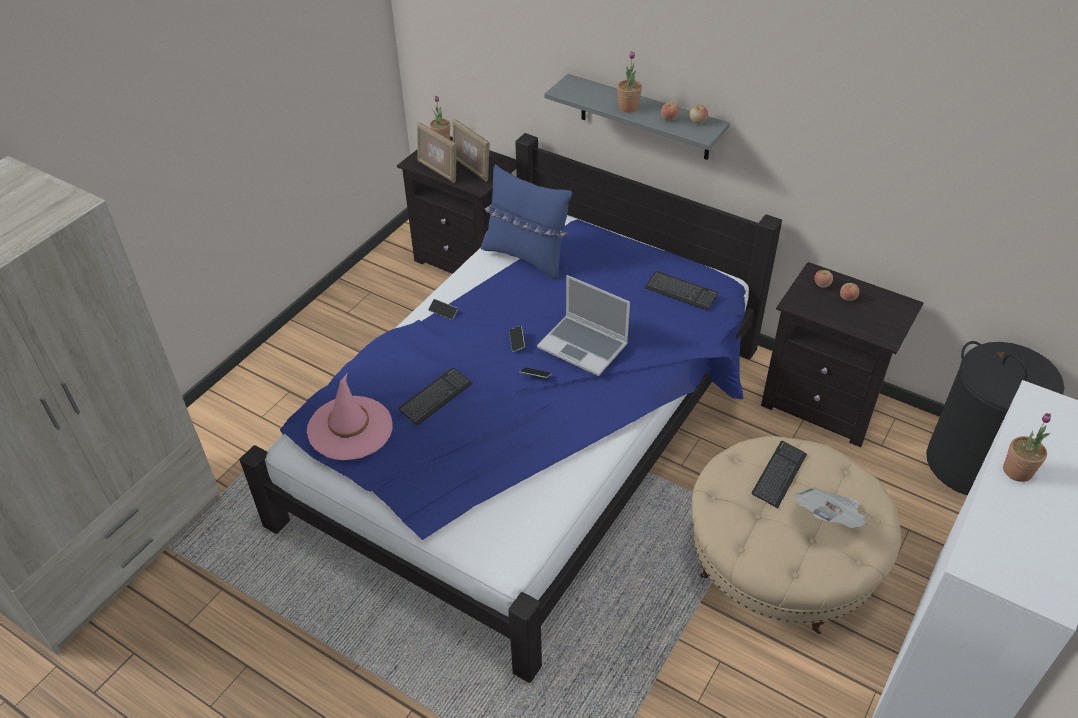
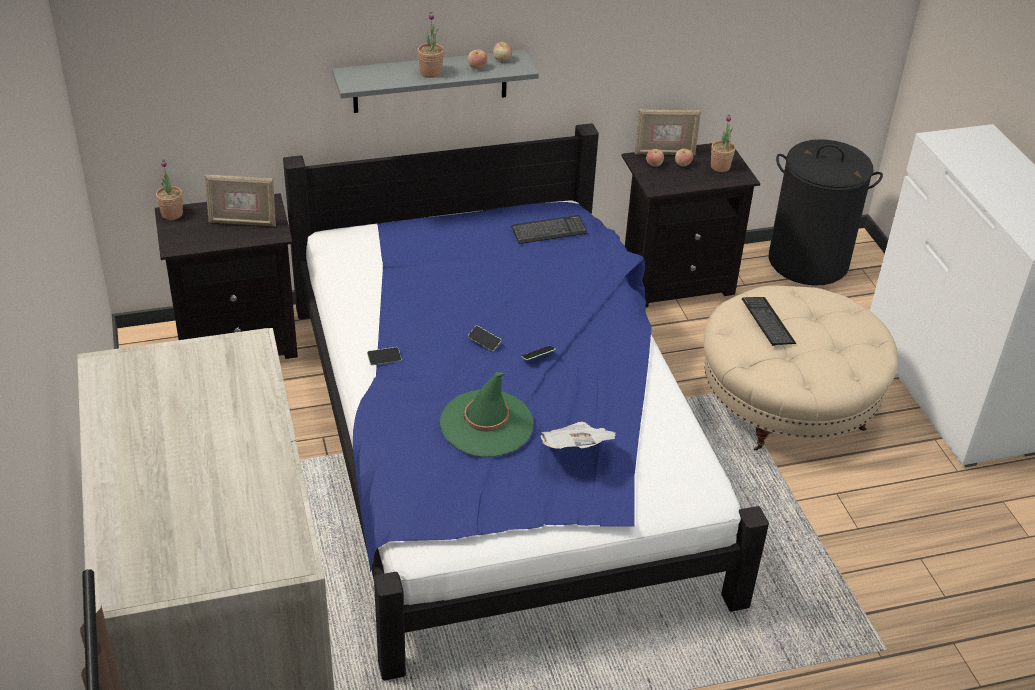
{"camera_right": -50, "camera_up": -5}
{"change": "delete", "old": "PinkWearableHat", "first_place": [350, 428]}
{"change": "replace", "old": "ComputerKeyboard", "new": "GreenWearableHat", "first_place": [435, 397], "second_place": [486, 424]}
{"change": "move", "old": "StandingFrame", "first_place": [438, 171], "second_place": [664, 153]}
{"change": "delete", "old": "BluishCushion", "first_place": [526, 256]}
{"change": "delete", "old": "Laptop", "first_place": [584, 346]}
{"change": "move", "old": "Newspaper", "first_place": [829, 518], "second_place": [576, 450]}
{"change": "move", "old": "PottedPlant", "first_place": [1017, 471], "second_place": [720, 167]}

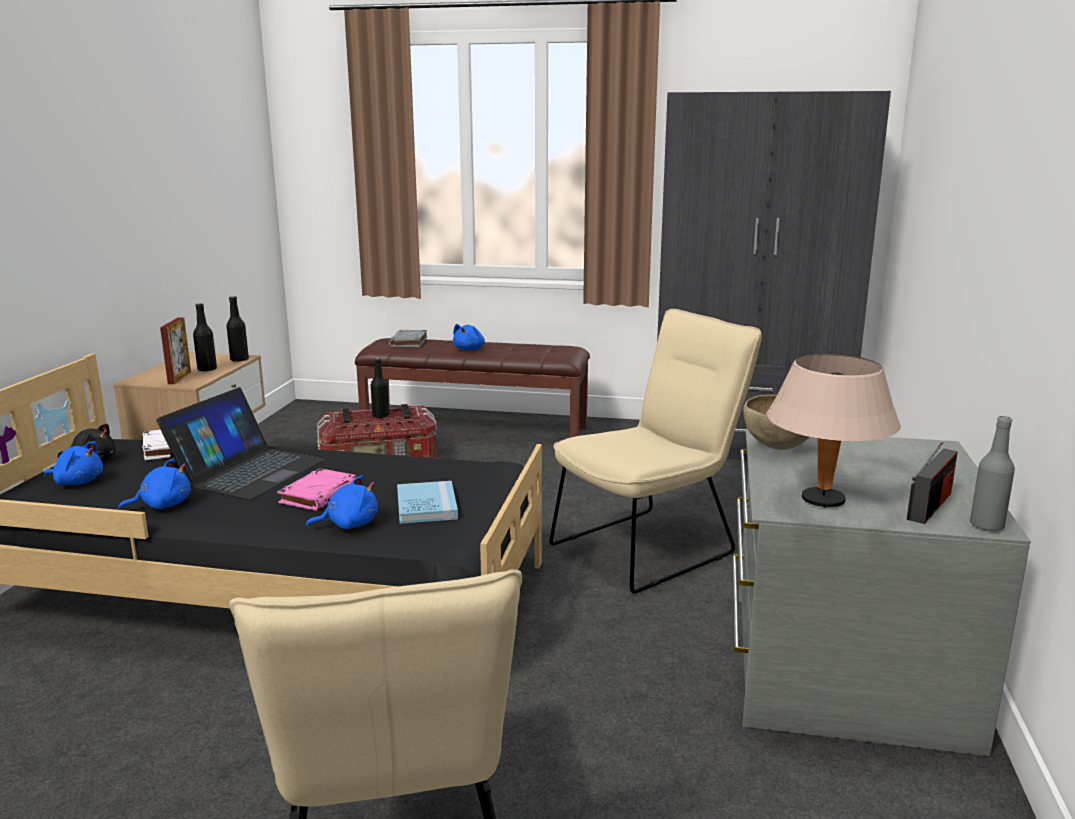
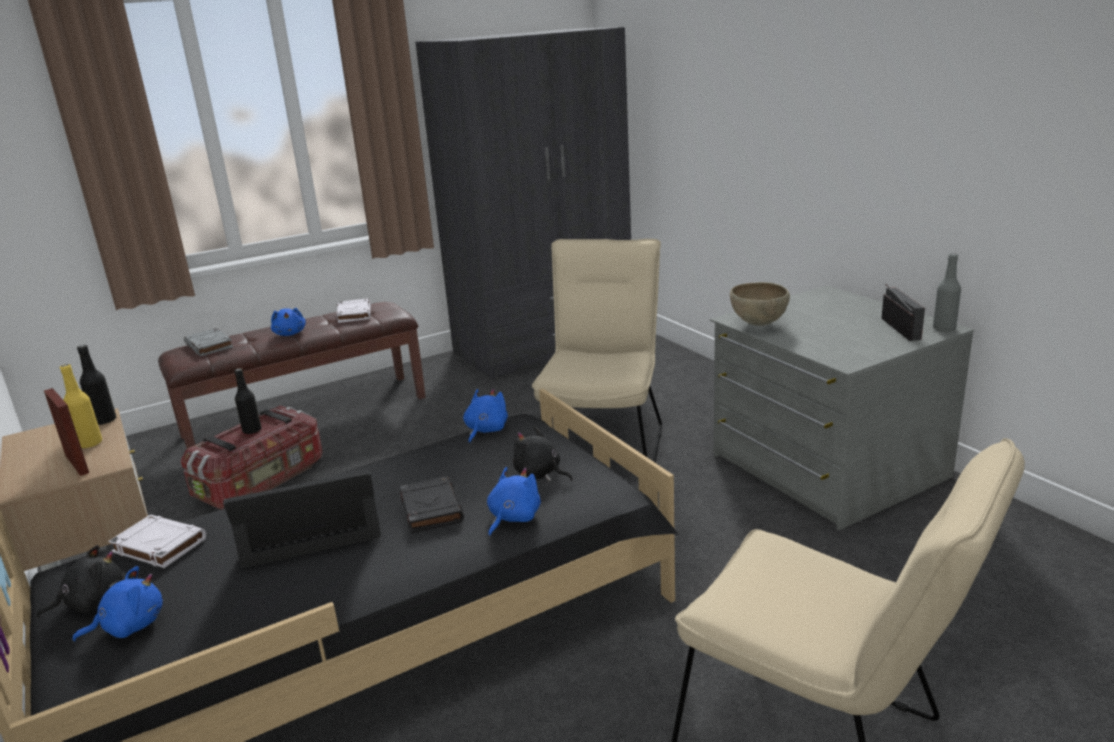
{"camera_right": -40, "camera_up": 5}
{"change": "move", "old": "BluishCuddlyToy", "first_place": [162, 505], "second_place": [485, 430]}
{"change": "rotate", "old": "Laptop", "first_place": [247, 471], "second_place": [310, 523], "degrees": -90}
{"change": "recolor", "old": "BlackishDrinkBottle", "new": "YellowColouredDrinkBottle", "first_place": [207, 369], "second_place": [89, 444]}
{"change": "recolor", "old": "PinkVolume", "new": "BlackishVolume", "first_place": [319, 494], "second_place": [431, 509]}
{"change": "replace", "old": "BluishVolume", "new": "BlackishCuddlyToy", "first_place": [426, 505], "second_place": [540, 474]}
{"change": "delete", "old": "SandColouredTableLamp", "first_place": [823, 500]}
{"change": "insert", "new": "WhiteVolume", "second_place": [354, 314]}

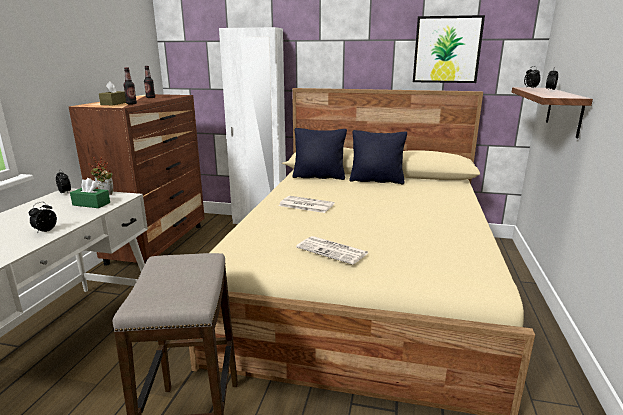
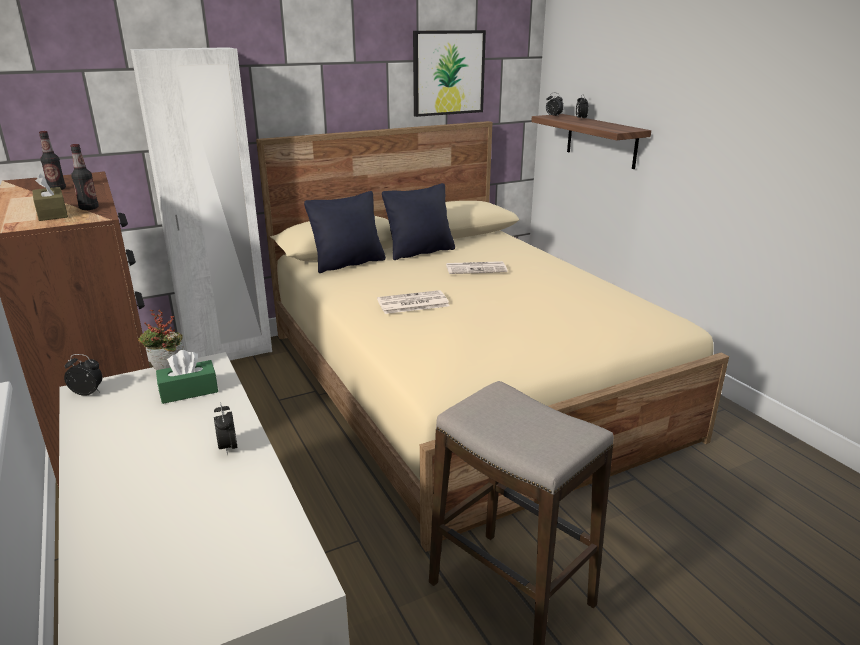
{"camera_right": -40, "camera_up": 5}
{"change": "move", "old": "Newspaper", "first_place": [333, 251], "second_place": [476, 268]}

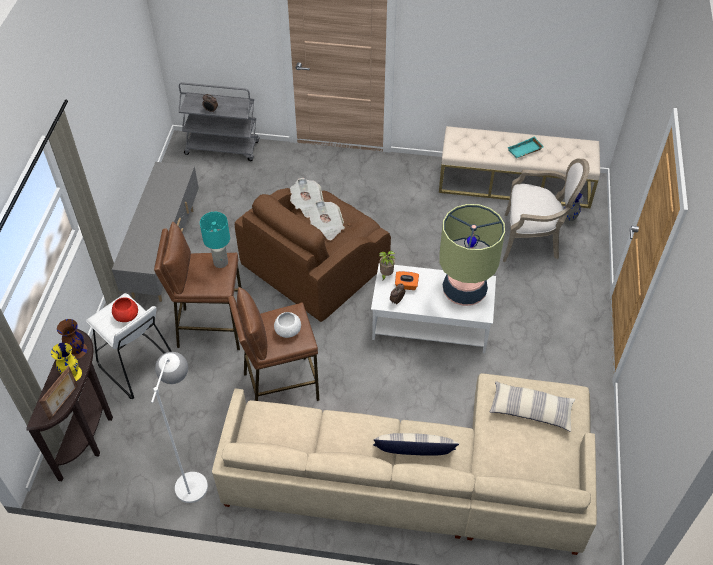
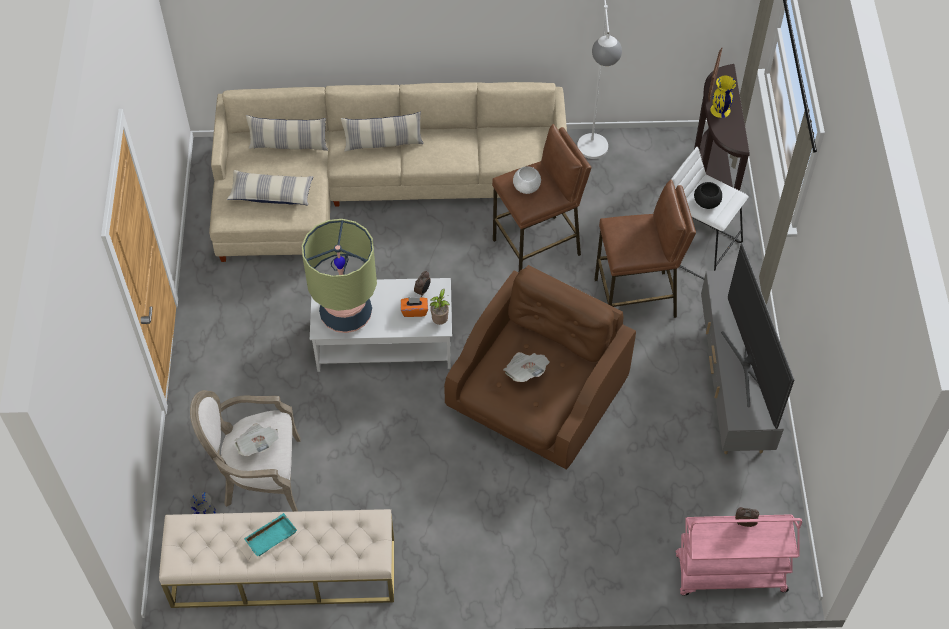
{"camera_right": 170, "camera_up": 5}
{"change": "delete", "old": "BrownishDecorativeVase", "first_place": [76, 350]}
{"change": "recolor", "old": "ReddishBowl", "new": "BlackishBowl", "first_place": [126, 315], "second_place": [707, 202]}
{"change": "recolor", "old": "GrayWheeledCart", "new": "PinkWheeledCart", "first_place": [223, 147], "second_place": [729, 574]}
{"change": "delete", "old": "BlueGreenTableLamp", "first_place": [220, 262]}
{"change": "move", "old": "Newspaper", "first_place": [307, 204], "second_place": [257, 445]}
{"change": "insert", "new": "Cushion", "second_place": [288, 145]}
{"change": "insert", "new": "TvSet", "second_place": [749, 366]}

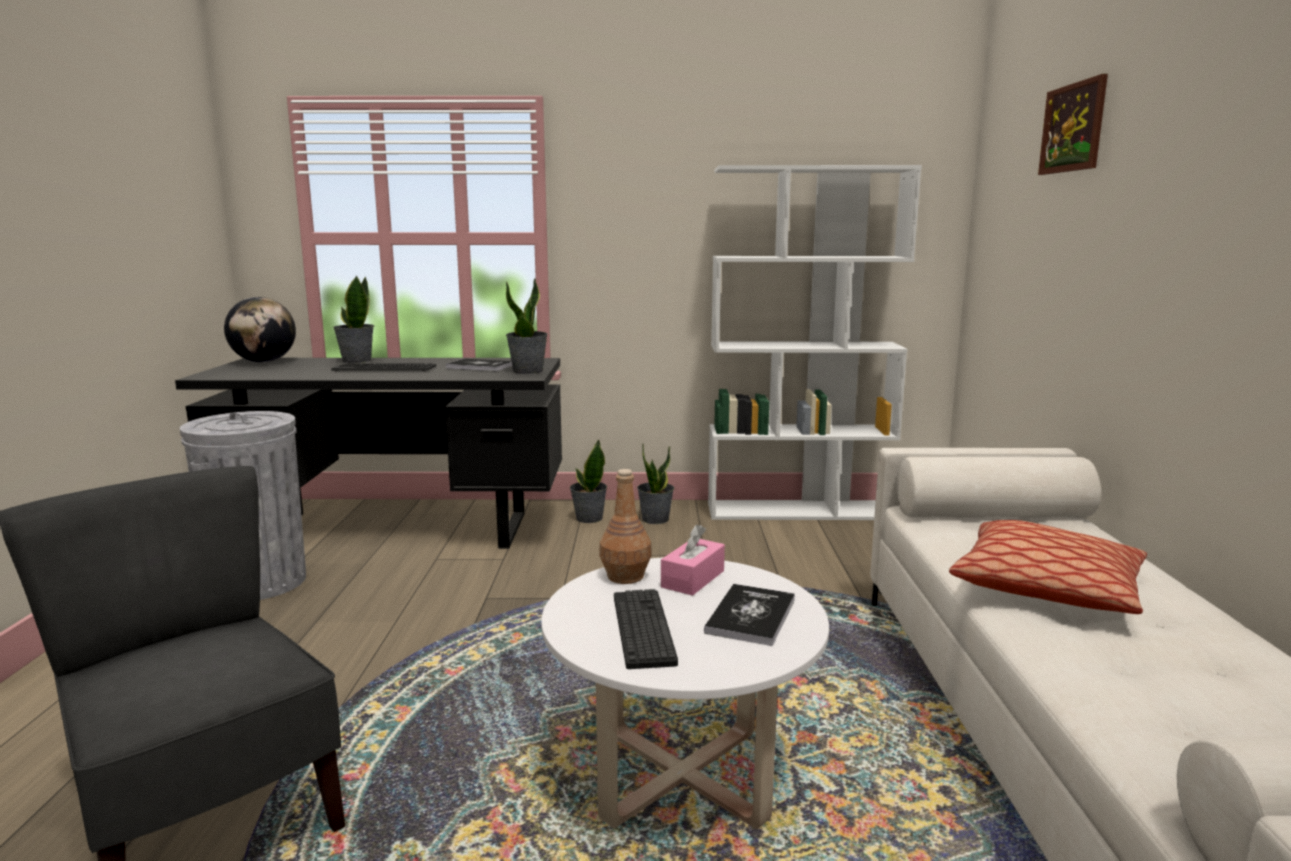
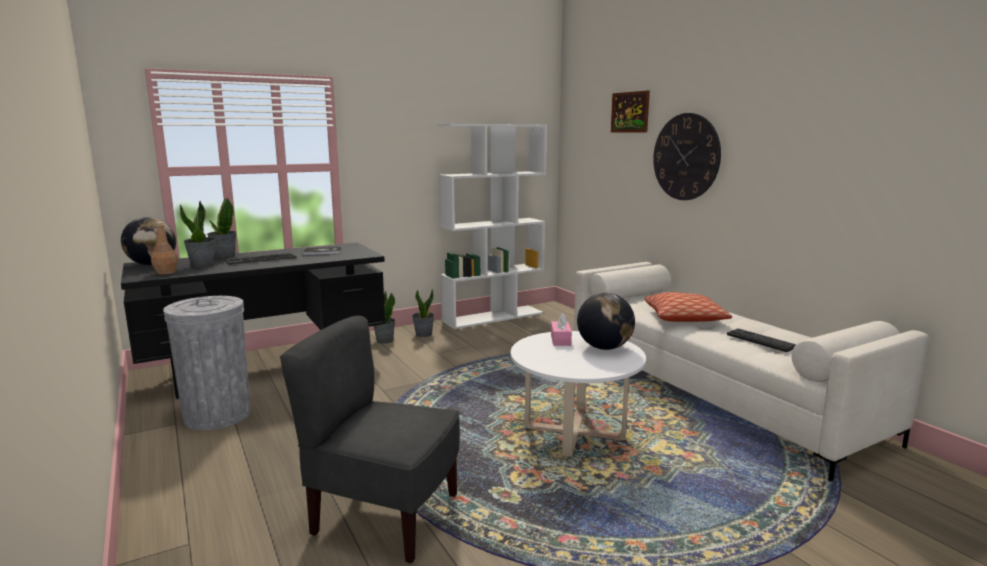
{"camera_right": -30, "camera_up": 0}
{"change": "move", "old": "PottedPlant", "first_place": [528, 371], "second_place": [202, 265]}
{"change": "move", "old": "BrownishDrinkBottle", "first_place": [625, 577], "second_place": [166, 272]}
{"change": "move", "old": "ComputerKeyboard", "first_place": [643, 628], "second_place": [760, 341]}
{"change": "replace", "old": "Volume", "new": "WorldGlobe", "first_place": [751, 616], "second_place": [604, 347]}
{"change": "insert", "new": "ClockOnTheWall", "second_place": [686, 157]}

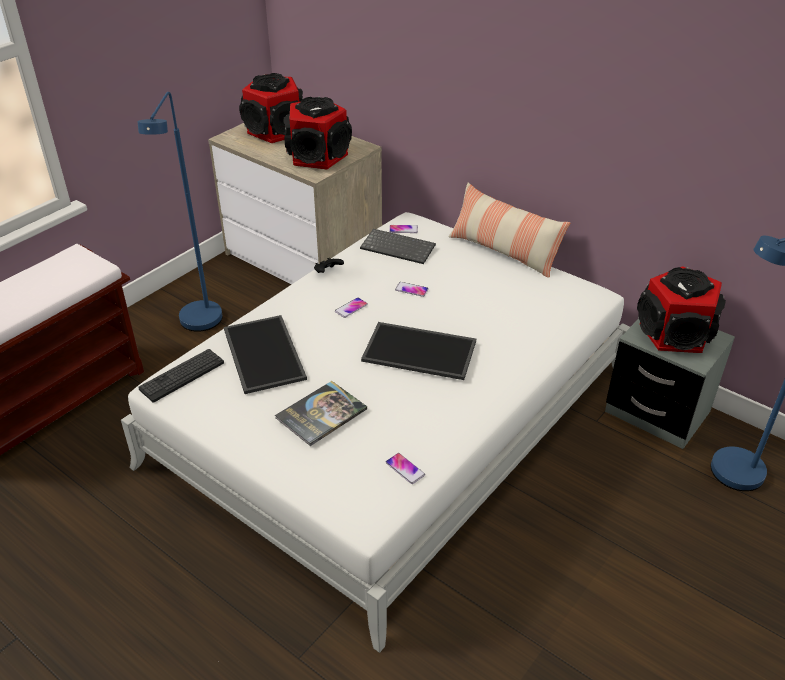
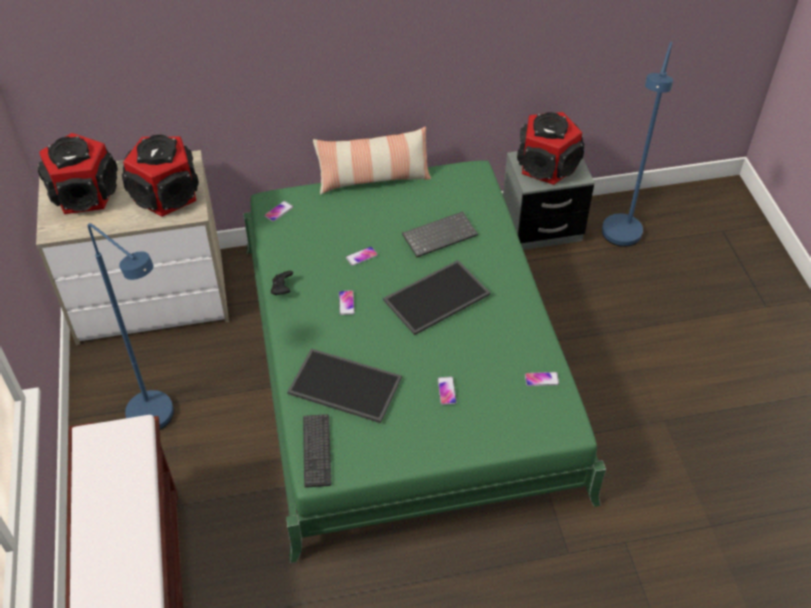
{"camera_right": -50, "camera_up": 10}
{"change": "recolor", "old": "WhiteBedroomBed", "new": "GreenBedroomBed", "first_place": [392, 418], "second_place": [405, 365]}
{"change": "replace", "old": "Volume", "new": "Phone", "first_place": [321, 414], "second_place": [446, 391]}
{"change": "move", "old": "ComputerKeyboard", "first_place": [399, 247], "second_place": [440, 234]}

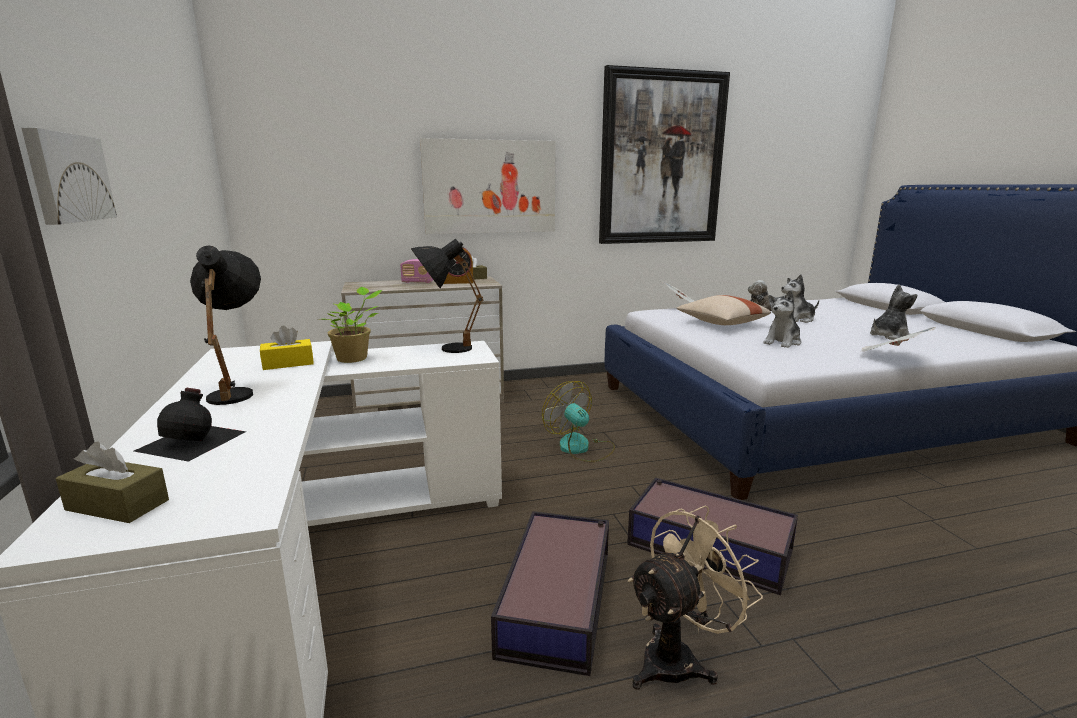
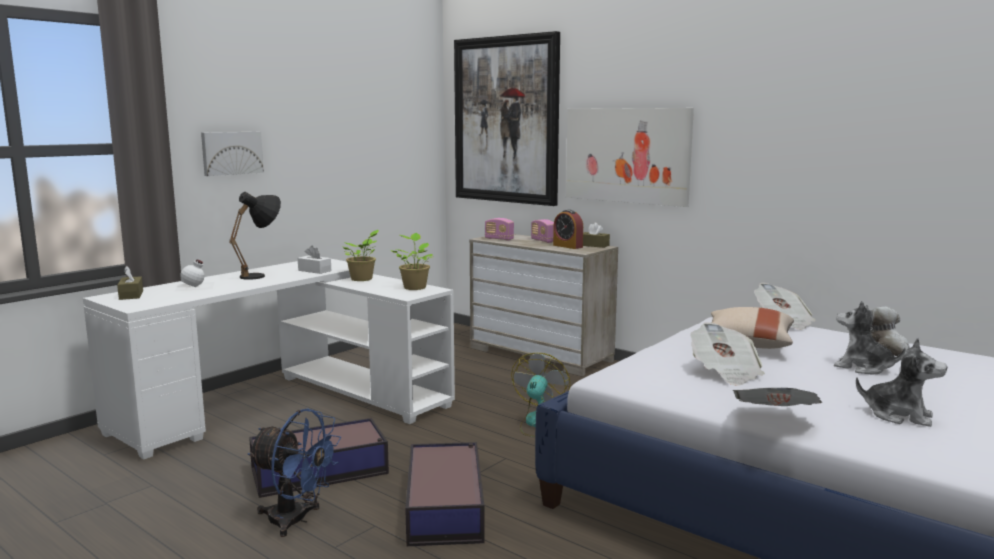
{"camera_right": 55, "camera_up": -5}
{"change": "recolor", "old": "BlackishDrinkBottle", "new": "WhiteDrinkBottle", "first_place": [193, 440], "second_place": [195, 286]}
{"change": "recolor", "old": "YellowColouredTissueBox", "new": "WhiteTissueBox", "first_place": [288, 363], "second_place": [314, 270]}
{"change": "replace", "old": "BlackishTableLamp", "new": "PottedPlant", "first_place": [445, 349], "second_place": [414, 287]}
{"change": "move", "old": "Picture", "first_place": [661, 159], "second_place": [506, 120]}
{"change": "recolor", "old": "SandColouredElectricFan", "new": "BluishElectricFan", "first_place": [679, 658], "second_place": [296, 520]}
{"change": "replace", "old": "CuddlyToy", "new": "Newspaper", "first_place": [782, 342], "second_place": [725, 373]}
{"change": "insert", "new": "RadioReceiver", "second_place": [499, 239]}

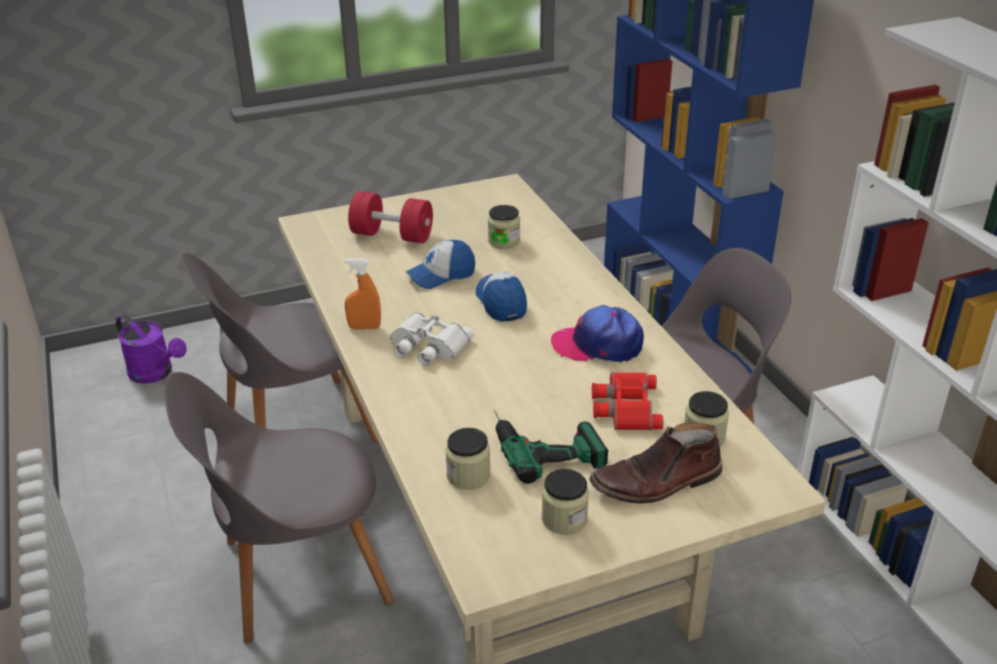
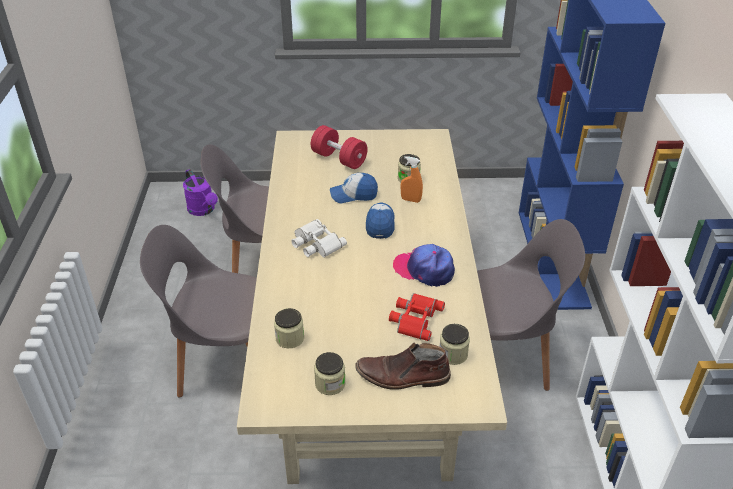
{"camera_right": 20, "camera_up": 5}
{"change": "move", "old": "OrangeSprayBottle", "first_place": [364, 327], "second_place": [410, 200]}
{"change": "delete", "old": "PowerDrill", "first_place": [543, 443]}

